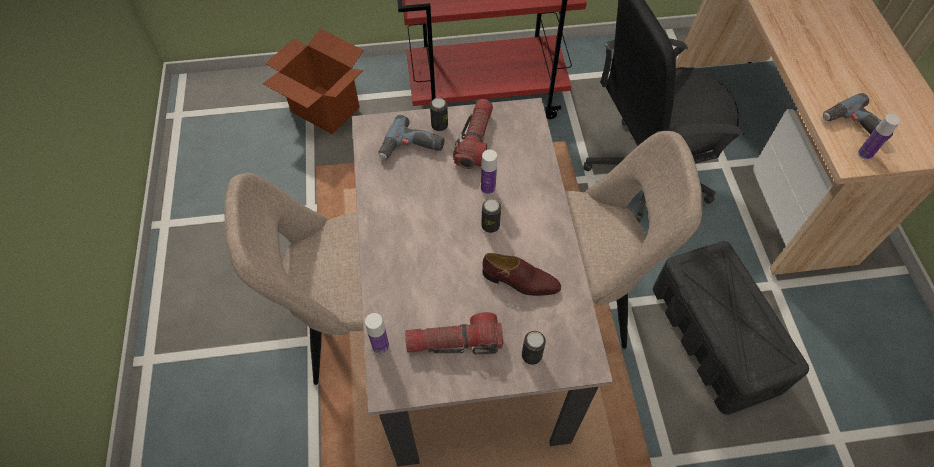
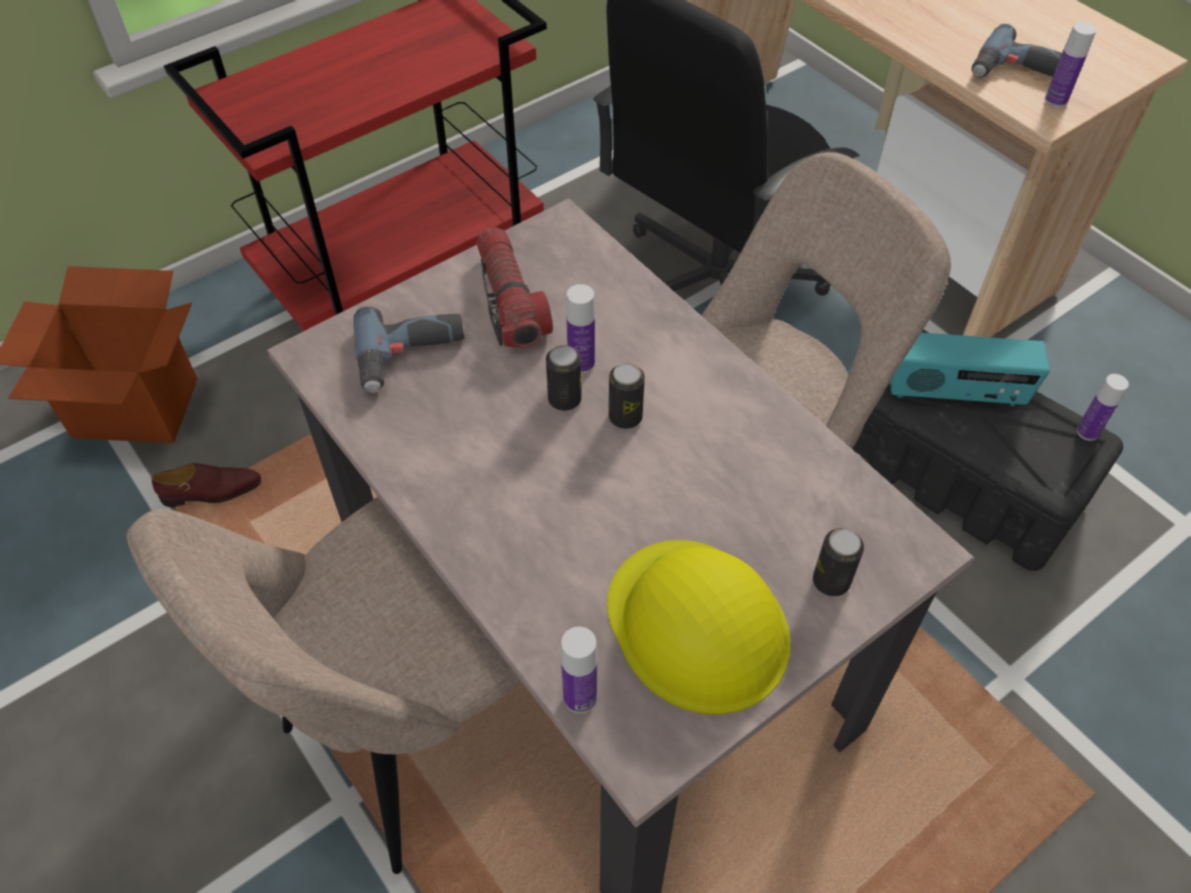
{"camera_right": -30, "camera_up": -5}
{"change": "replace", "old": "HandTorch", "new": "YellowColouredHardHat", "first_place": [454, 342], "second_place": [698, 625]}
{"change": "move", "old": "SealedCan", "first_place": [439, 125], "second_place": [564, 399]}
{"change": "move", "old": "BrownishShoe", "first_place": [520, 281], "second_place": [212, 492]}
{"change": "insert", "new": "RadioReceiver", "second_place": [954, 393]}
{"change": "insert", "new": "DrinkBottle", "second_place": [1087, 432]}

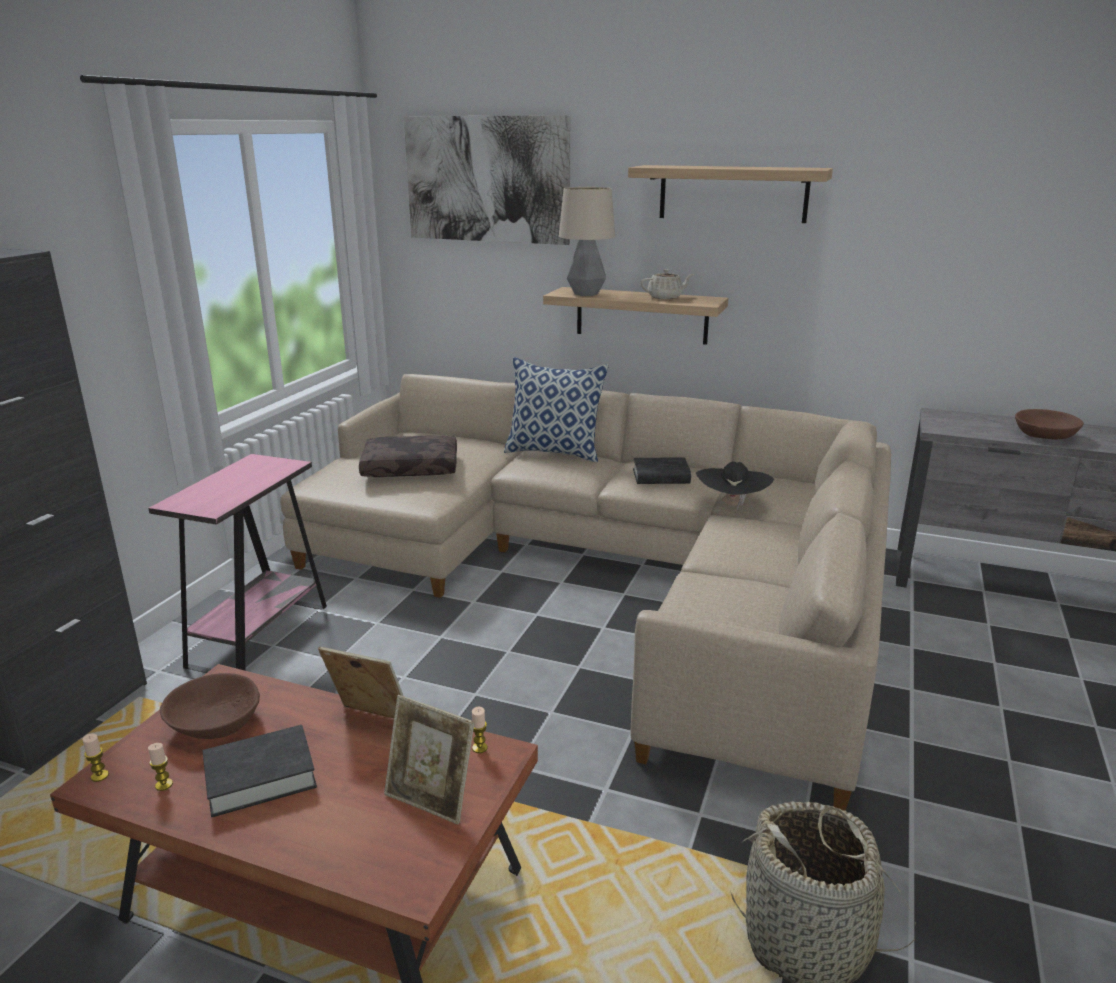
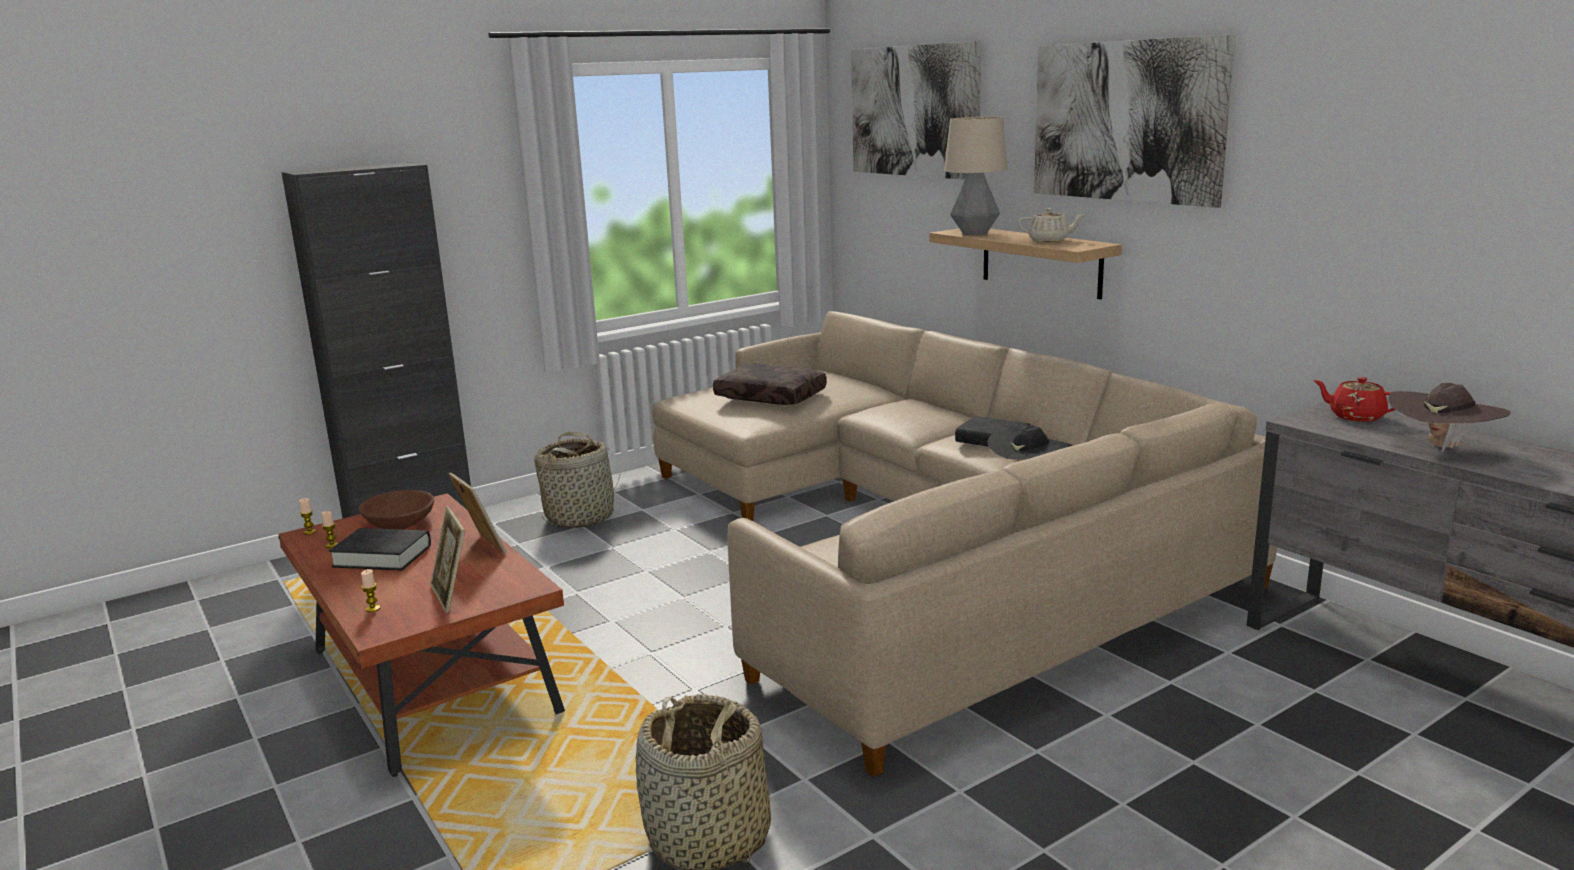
{"camera_right": 35, "camera_up": -5}
{"change": "replace", "old": "PinkAccentTable", "new": "StorageBasket", "first_place": [259, 636], "second_place": [580, 517]}
{"change": "move", "old": "WaxLight", "first_place": [479, 748], "second_place": [373, 609]}
{"change": "delete", "old": "Cushion", "first_place": [555, 452]}
{"change": "replace", "old": "Shelf", "new": "Picture", "first_place": [733, 193], "second_place": [1126, 121]}
{"change": "replace", "old": "BrownishBowl", "new": "BrownishWearableHat", "first_place": [1045, 435], "second_place": [1441, 447]}
{"change": "insert", "new": "ReddishPotForTea", "second_place": [1355, 416]}

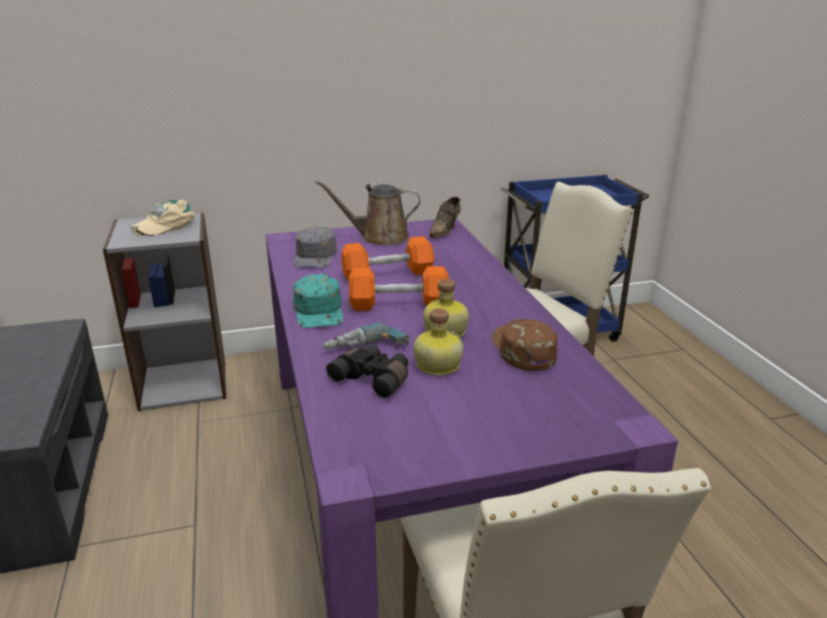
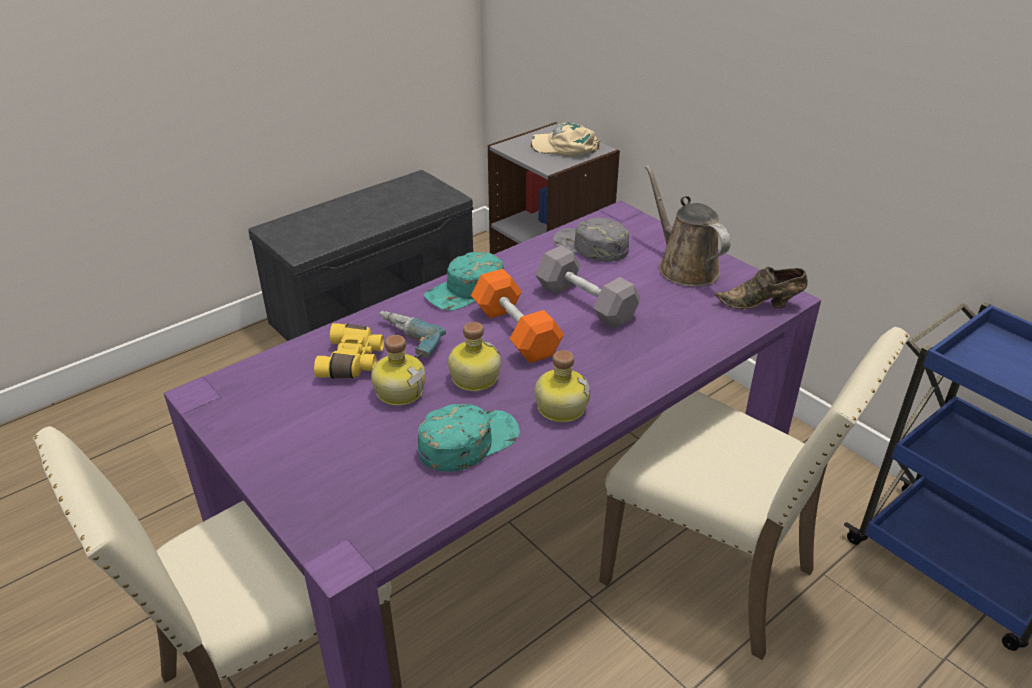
{"camera_right": 65, "camera_up": 10}
{"change": "rotate", "old": "GrayBaseballCap", "first_place": [315, 256], "second_place": [590, 246], "degrees": 60}
{"change": "recolor", "old": "BlackishFieldGlasses", "new": "YellowColouredFieldGlasses", "first_place": [373, 379], "second_place": [353, 361]}
{"change": "recolor", "old": "OrangeHandWeight", "new": "GrayHandWeight", "first_place": [388, 274], "second_place": [585, 303]}
{"change": "recolor", "old": "BrownishBaseballCap", "new": "BlueGreenBaseballCap", "first_place": [522, 349], "second_place": [468, 441]}
{"change": "insert", "new": "DrinkBottle", "second_place": [560, 407]}

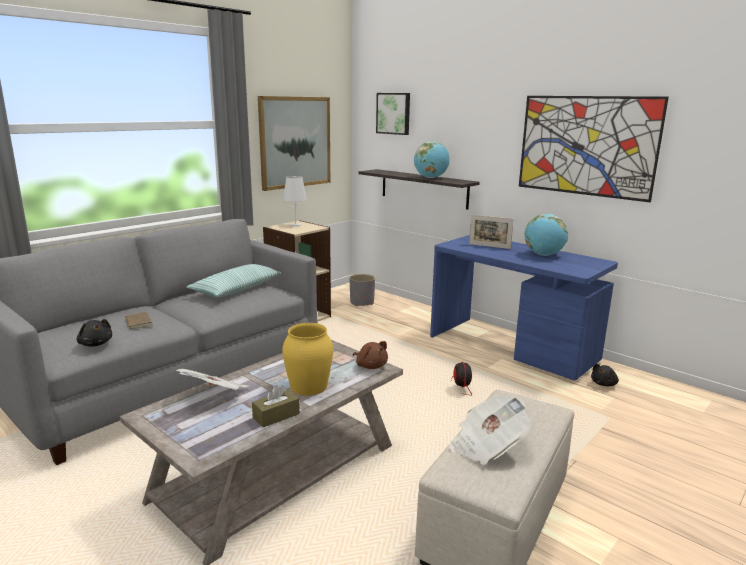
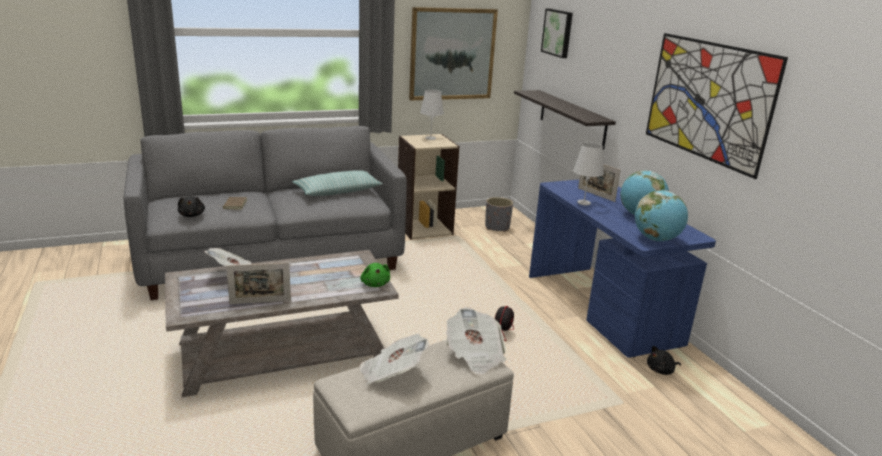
{"camera_right": 25, "camera_up": 5}
{"change": "replace", "old": "BrownishTissueBox", "new": "StandingFrame", "first_place": [276, 416], "second_place": [260, 302]}
{"change": "delete", "old": "YellowColouredDecorativeVase", "first_place": [308, 386]}
{"change": "recolor", "old": "BrownishCuddlyToy", "new": "GreenCuddlyToy", "first_place": [370, 366], "second_place": [375, 284]}
{"change": "move", "old": "WorldGlobe", "first_place": [431, 178], "second_place": [656, 239]}
{"change": "insert", "new": "Newspaper", "second_place": [475, 355]}
{"change": "insert", "new": "WhiteTableLamp", "second_place": [584, 203]}

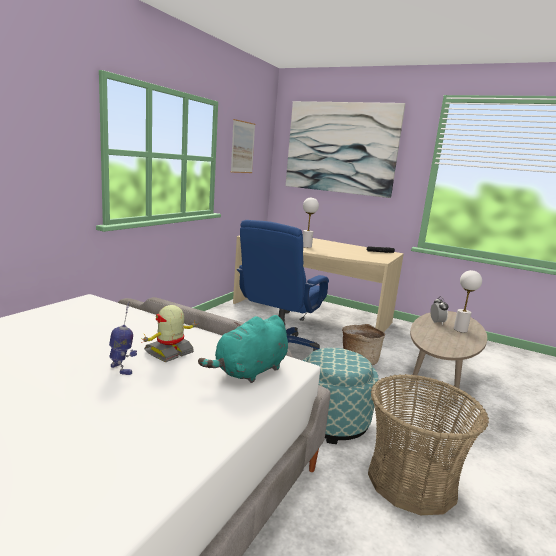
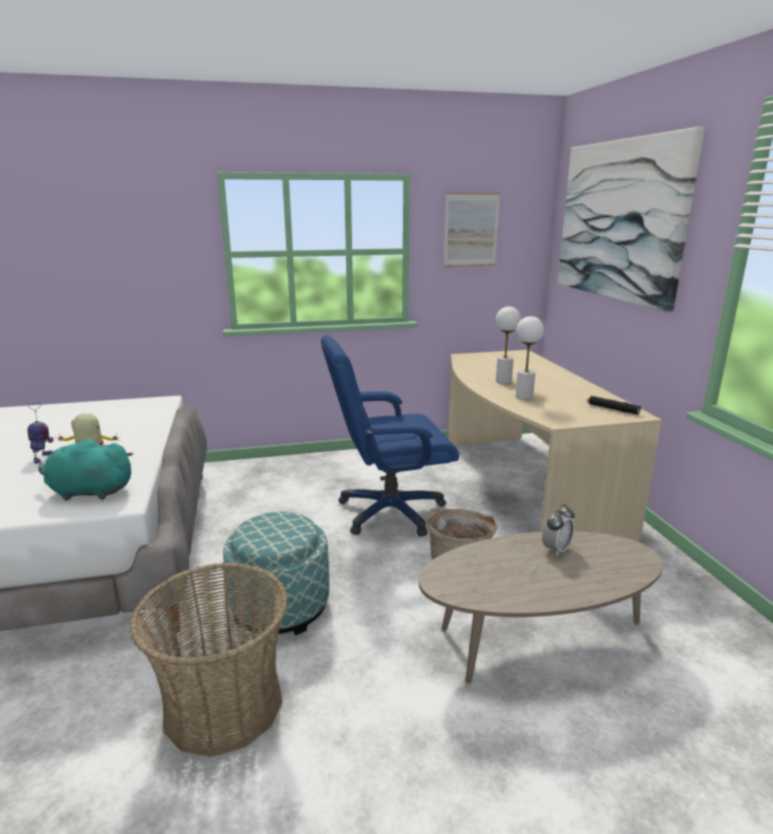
{"camera_right": 50, "camera_up": 5}
{"change": "move", "old": "WhiteTableLamp", "first_place": [460, 330], "second_place": [524, 397]}

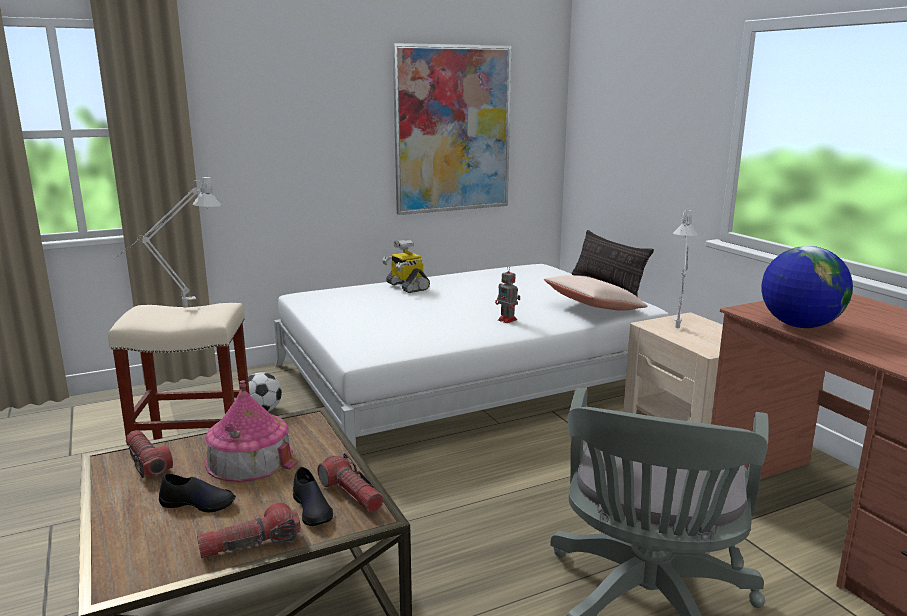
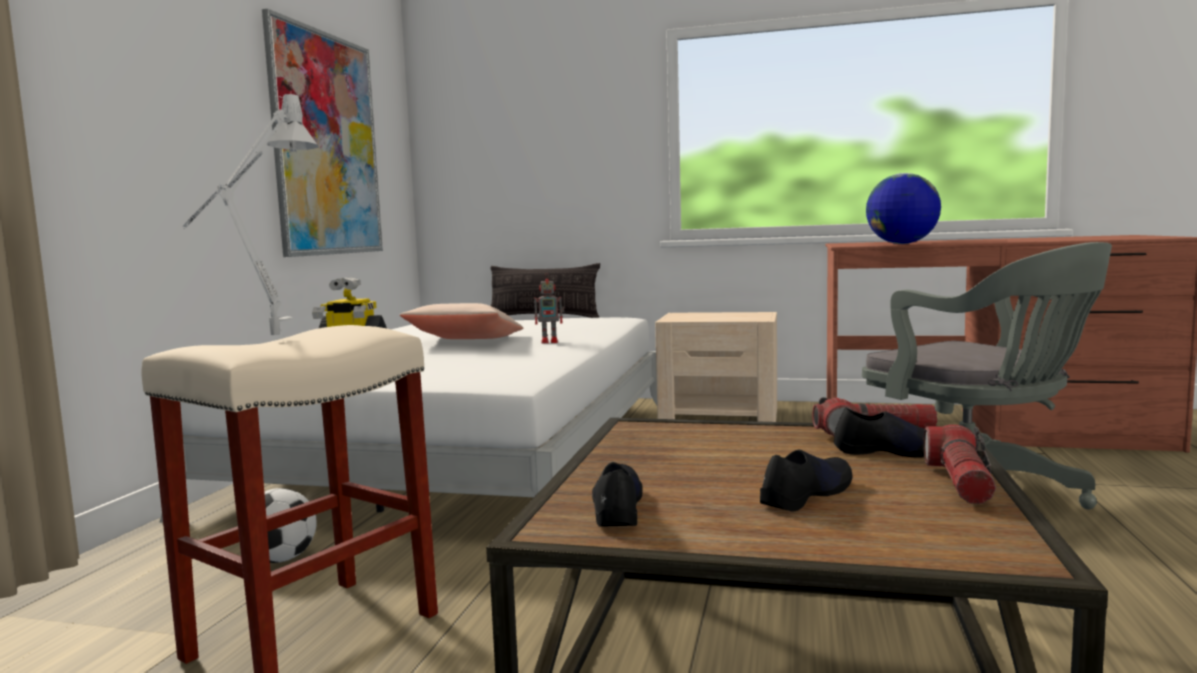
{"camera_right": -50, "camera_up": -10}
{"change": "replace", "old": "HandTorch", "new": "BlackishShoe", "first_place": [147, 462], "second_place": [617, 506]}
{"change": "delete", "old": "MiniatureHouse", "first_place": [249, 459]}
{"change": "move", "old": "SandColouredCushion", "first_place": [593, 307], "second_place": [465, 341]}
{"change": "delete", "old": "GrayTableLamp", "first_place": [677, 331]}

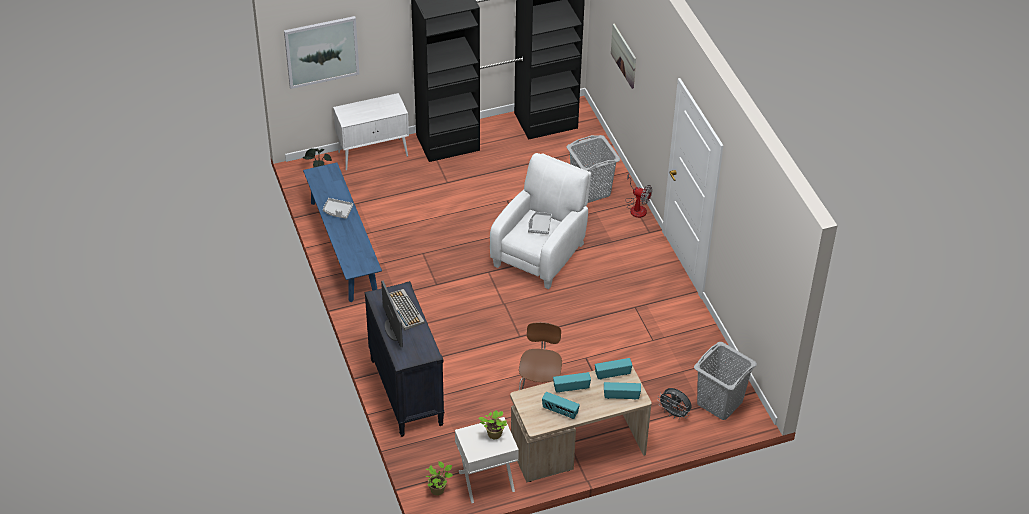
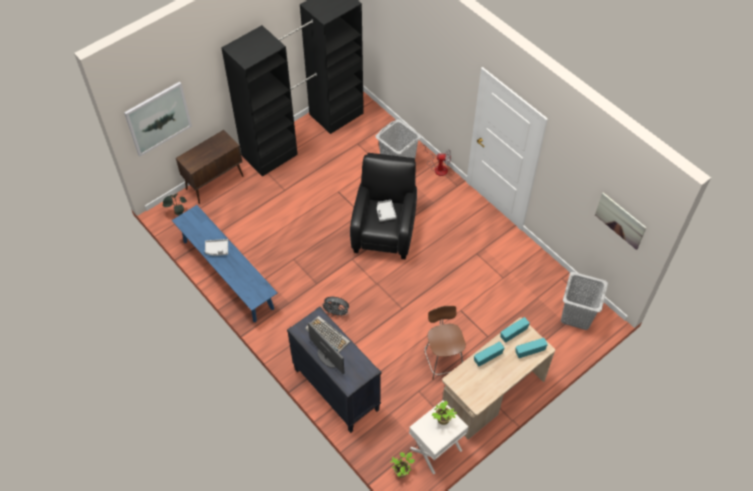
{"camera_right": -20, "camera_up": 10}
{"change": "recolor", "old": "WhiteStorageCabinet", "new": "BrownishStorageCabinet", "first_place": [373, 154], "second_place": [215, 182]}
{"change": "recolor", "old": "WhiteEasyChair", "new": "BlackishEasyChair", "first_place": [541, 252], "second_place": [384, 229]}
{"change": "delete", "old": "RadioReceiver", "first_place": [560, 411]}
{"change": "move", "old": "Picture", "first_place": [624, 55], "second_place": [620, 220]}
{"change": "move", "old": "GrayElectricFan", "first_place": [674, 414], "second_place": [336, 313]}

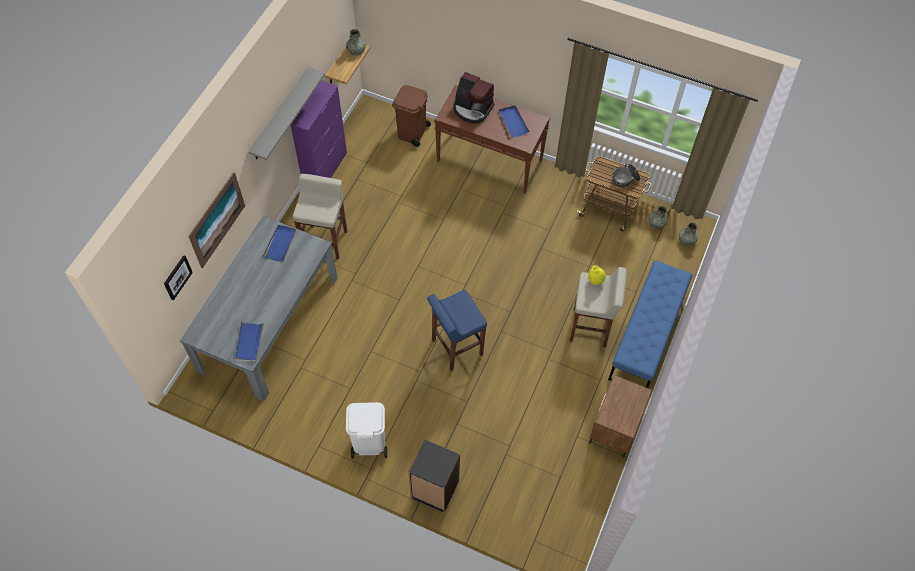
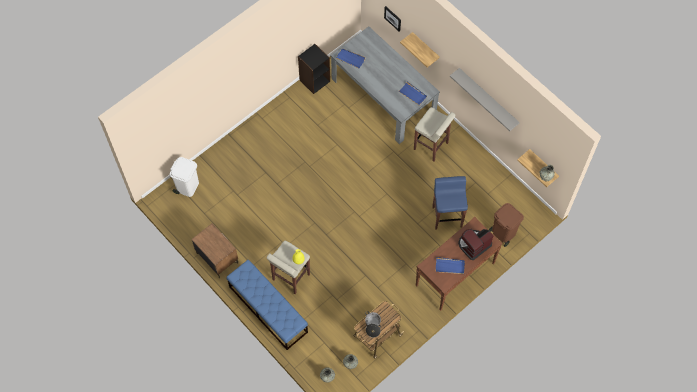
{"camera_right": 115, "camera_up": 5}
{"change": "replace", "old": "Picture", "new": "Shelf", "first_place": [217, 220], "second_place": [425, 48]}
{"change": "delete", "old": "PurpleStorageCabinet", "first_place": [325, 170]}
{"change": "move", "old": "WhiteWasteBin", "first_place": [369, 443], "second_place": [188, 186]}
{"change": "move", "old": "BlackishBookshelf", "first_place": [434, 489], "second_place": [314, 80]}
{"change": "move", "old": "BluishStoolSeat", "first_place": [456, 348], "second_place": [447, 216]}

